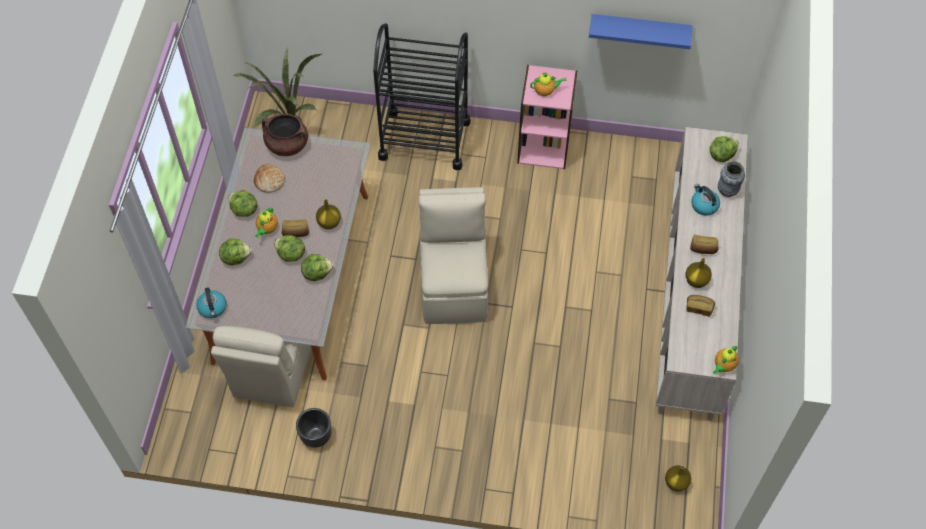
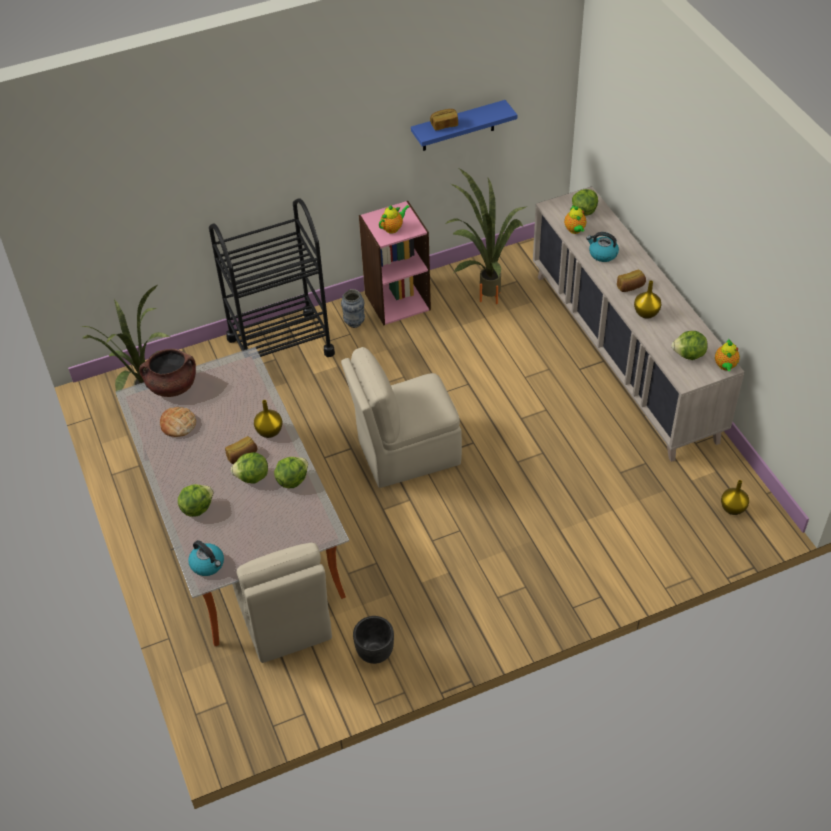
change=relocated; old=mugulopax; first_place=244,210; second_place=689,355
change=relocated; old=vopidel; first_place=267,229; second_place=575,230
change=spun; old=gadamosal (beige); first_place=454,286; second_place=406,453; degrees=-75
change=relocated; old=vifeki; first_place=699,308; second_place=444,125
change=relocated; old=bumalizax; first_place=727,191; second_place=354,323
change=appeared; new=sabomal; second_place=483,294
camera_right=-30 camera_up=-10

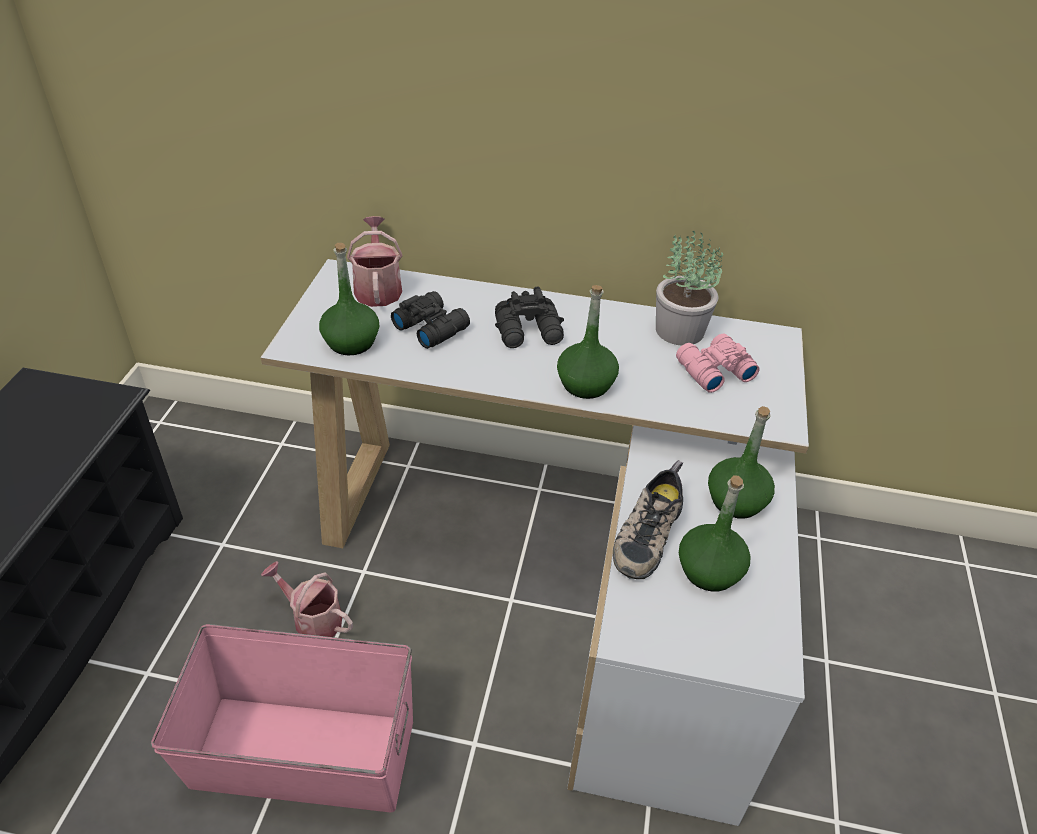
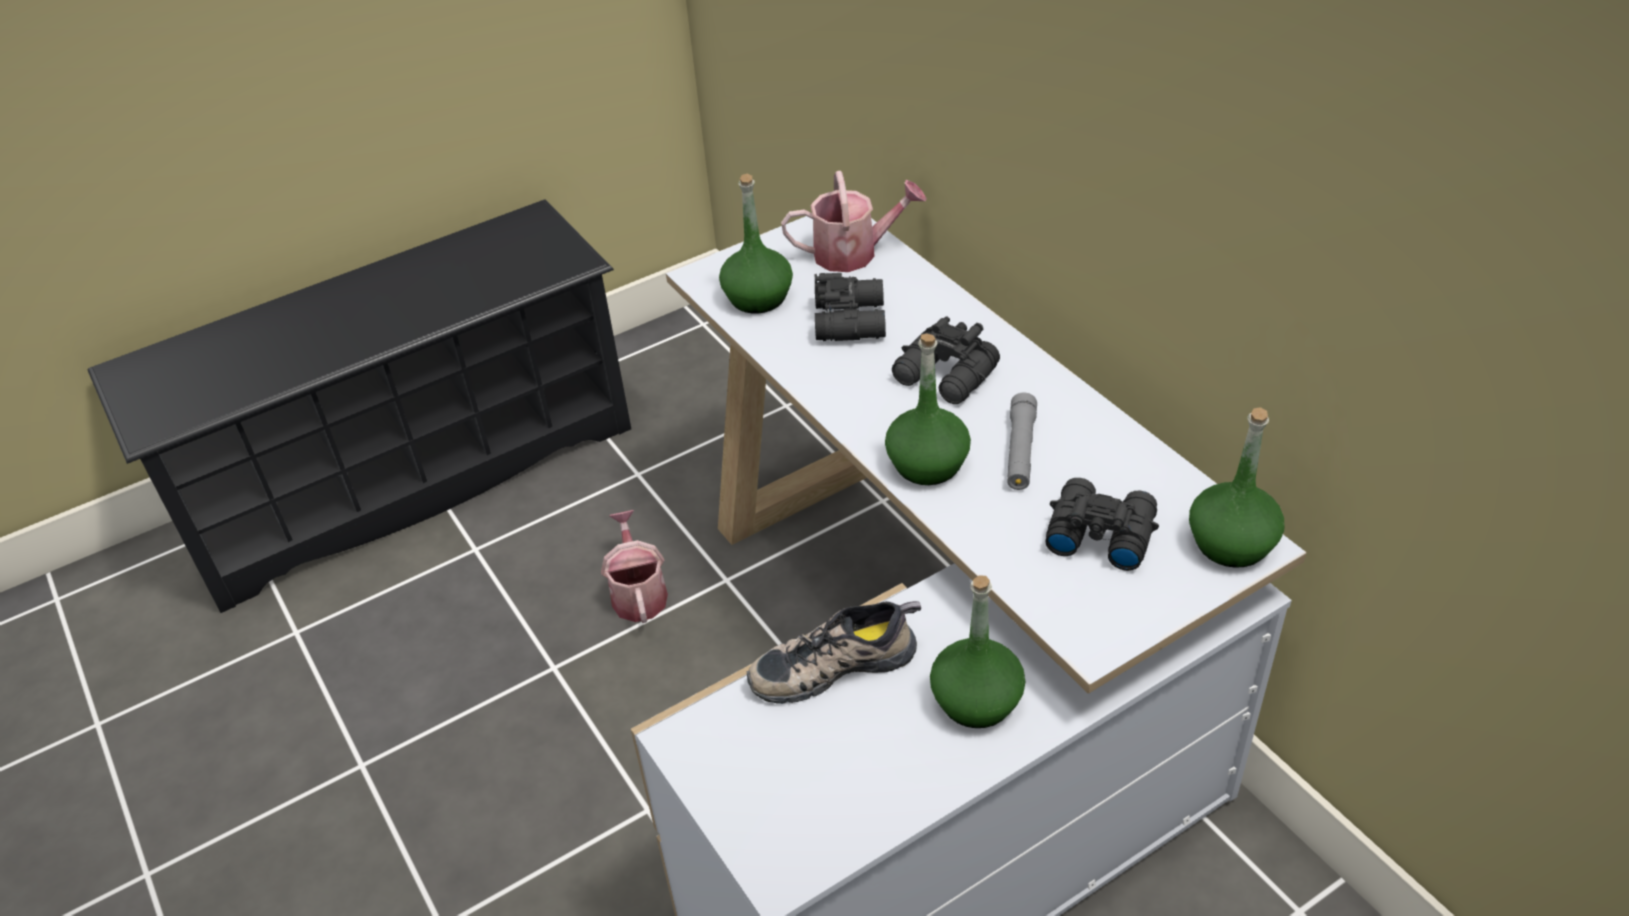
change=missing; old=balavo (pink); first_place=303,751
change=spun; old=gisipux; first_place=378,288; second_place=854,253; degrees=45
change=missing; old=sabomal; first_place=679,331
change=colour; old=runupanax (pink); new=runupanax (black); first_place=712,370; second_place=1098,533
change=relocated; old=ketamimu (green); first_place=709,570; second_place=1231,544
change=appeared; new=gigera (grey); second_place=1020,451
camera_right=50 camera_up=0

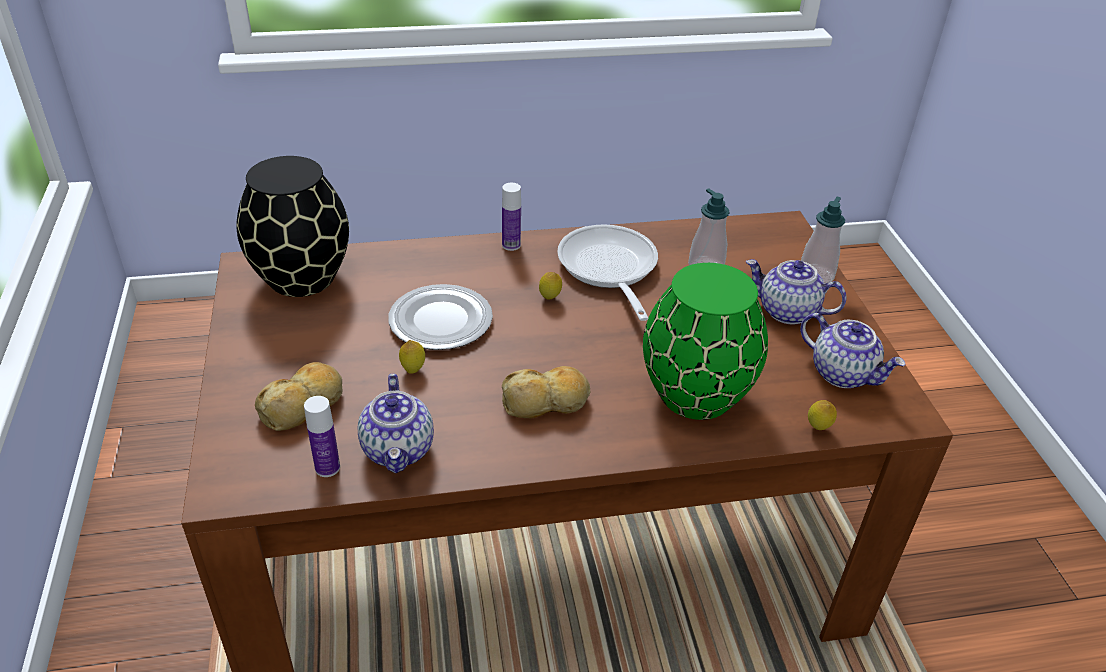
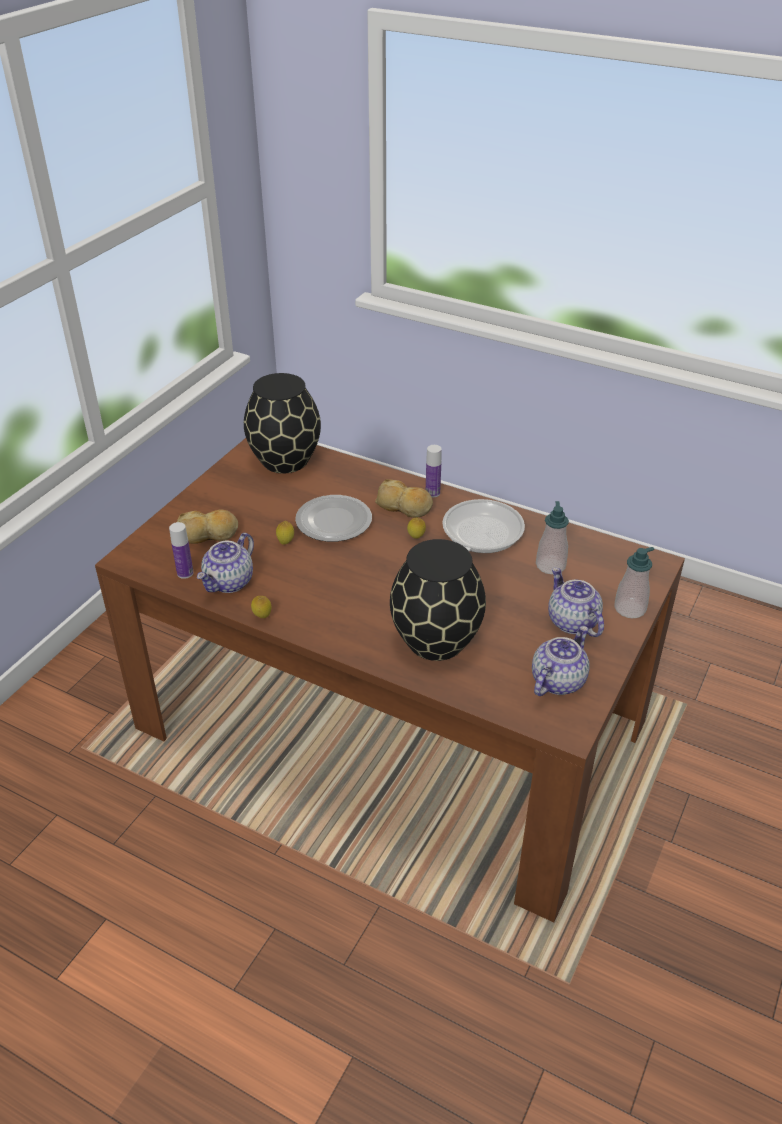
change=relocated; old=vifeki; first_place=546,402; second_place=404,507
change=colour; old=bumalizax (green); new=bumalizax (black); first_place=695,395; second_place=434,640
change=spun; old=vopidel; first_place=843,373; second_place=557,680; degrees=-135
change=relocated; old=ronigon; first_place=818,428; second_place=262,617
camera_right=40 camera_up=0

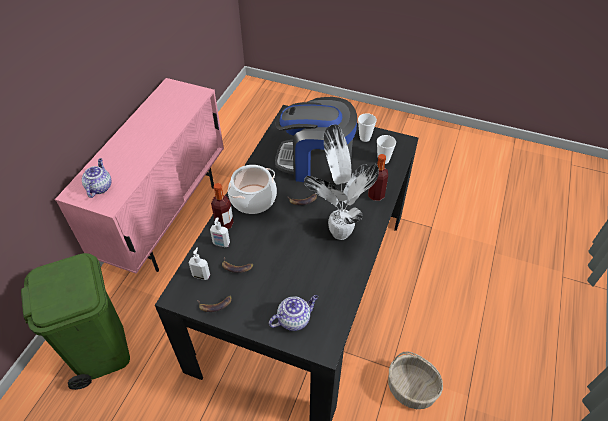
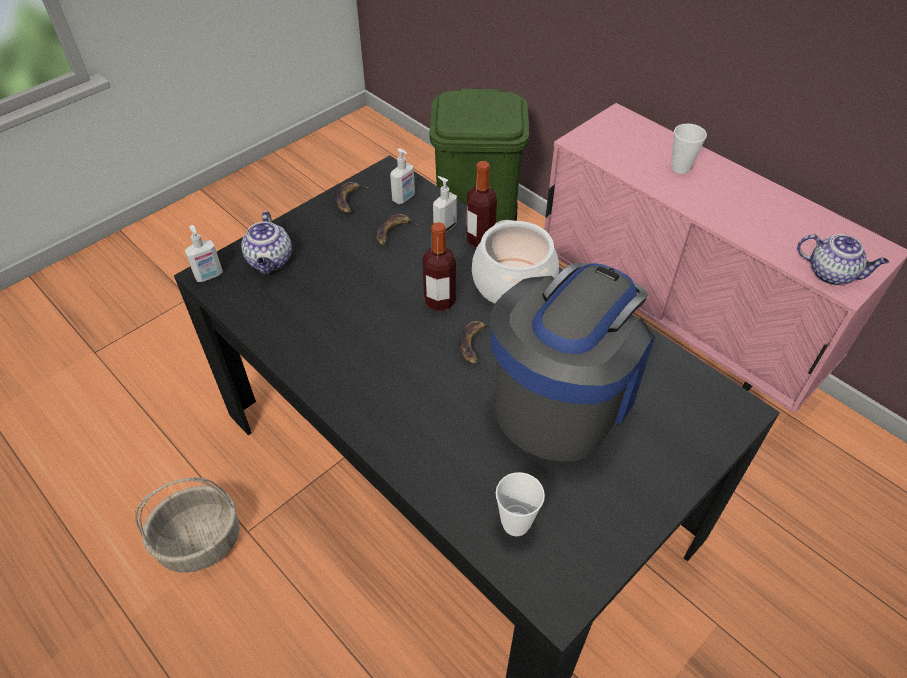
change=relocated; old=vopidel; first_place=99,187; second_place=832,274
change=missing; old=sabomal; first_place=340,231
change=relocated; old=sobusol; first_place=365,138; second_place=680,168
change=relocated; old=ketamimu; first_place=376,195; second_place=439,301
change=appeared; new=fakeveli; second_place=209,276
camera_right=115 camera_up=0

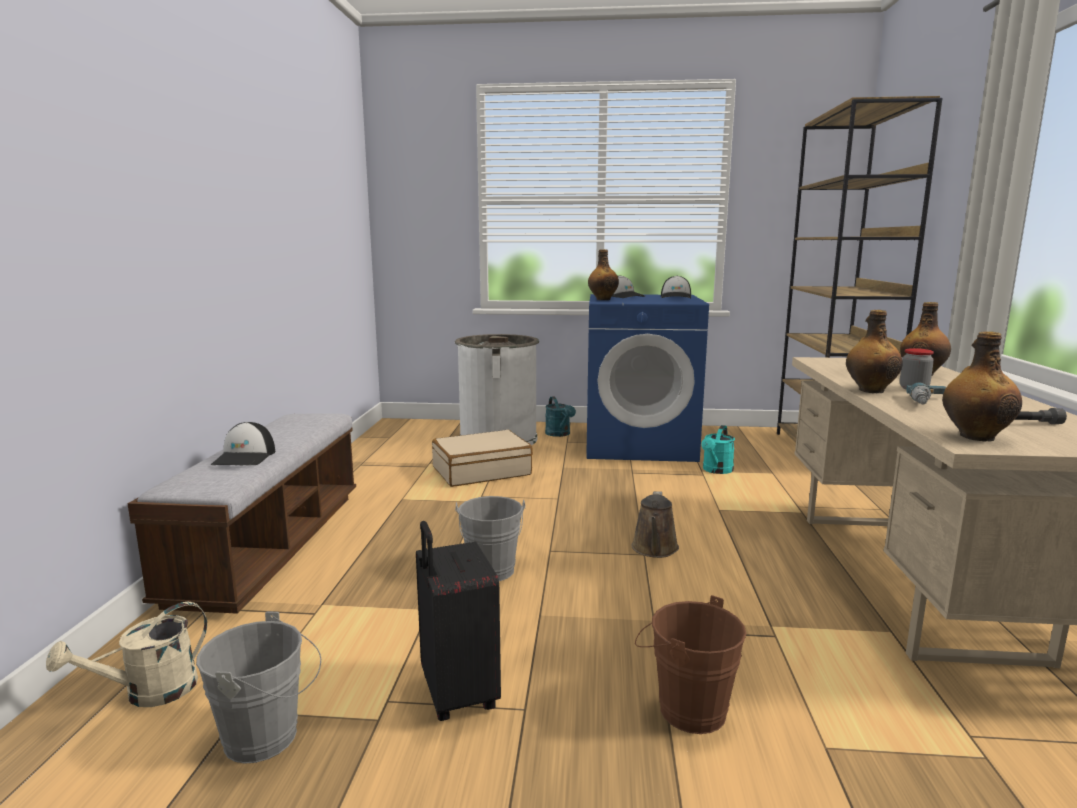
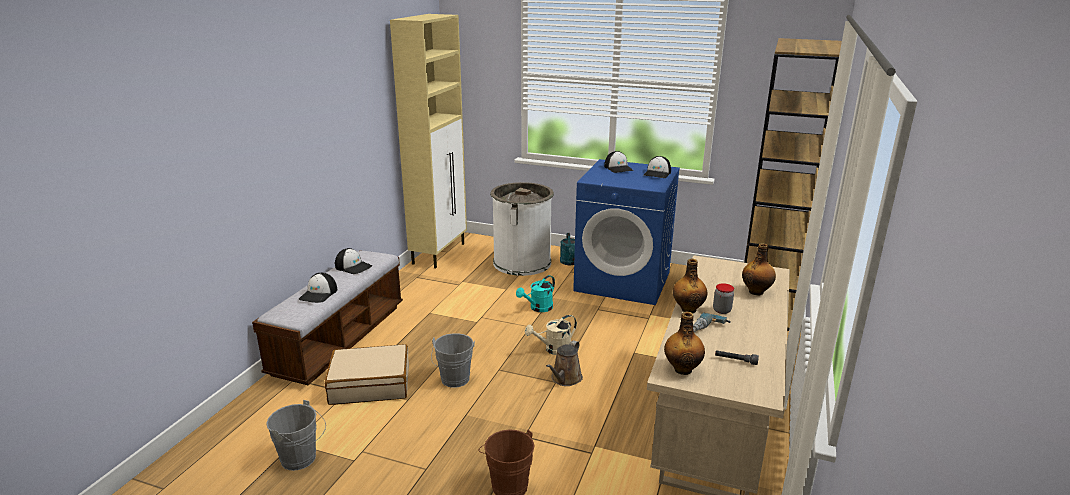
change=relocated; old=gisipux (beige); first_place=149,693; second_place=553,350
change=missing; old=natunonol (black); first_place=456,694
change=relocated; old=natunonol (beige); first_place=481,471; second_place=370,384
change=missing; old=ketamimu; first_place=603,299
change=relocated; old=gisipux (turquoise); first_place=716,470; second_place=538,308
change=appeared; new=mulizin; second_place=353,266
change=appeared; new=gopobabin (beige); second_place=439,253
camera_right=15 camera_up=10

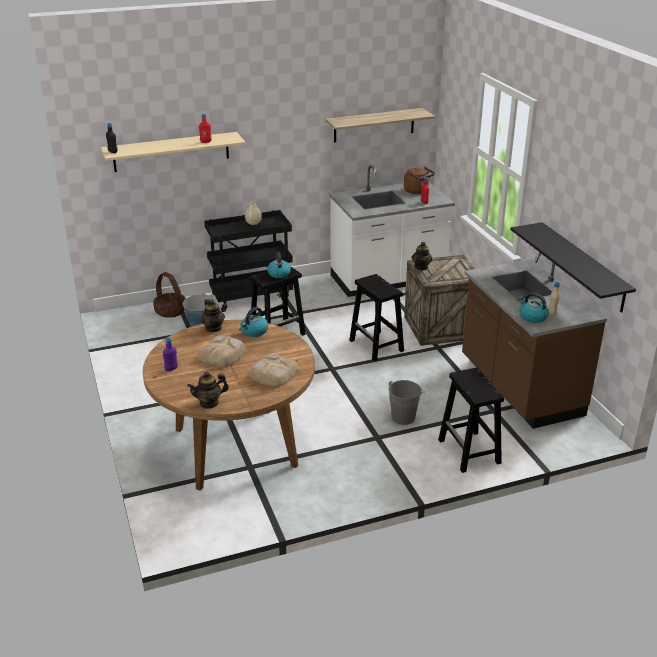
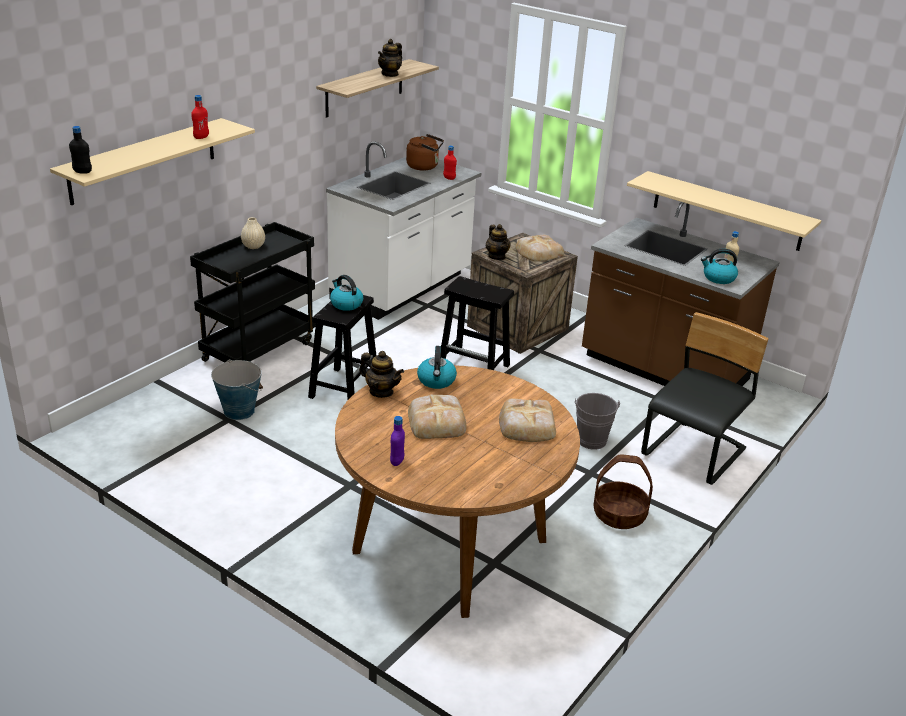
change=relocated; old=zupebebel; first_place=170,311; second_place=619,515
change=relocated; old=vopidel; first_place=209,403; second_place=390,74
change=exchanged; old=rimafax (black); new=gadamosal (black); first_place=470,452; second_place=694,454
change=colour; old=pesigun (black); new=pesigun (beige); first_place=583,267; second_place=727,211
change=appeared; new=vifeki; second_place=538,252
camera_right=-35 camera_up=0

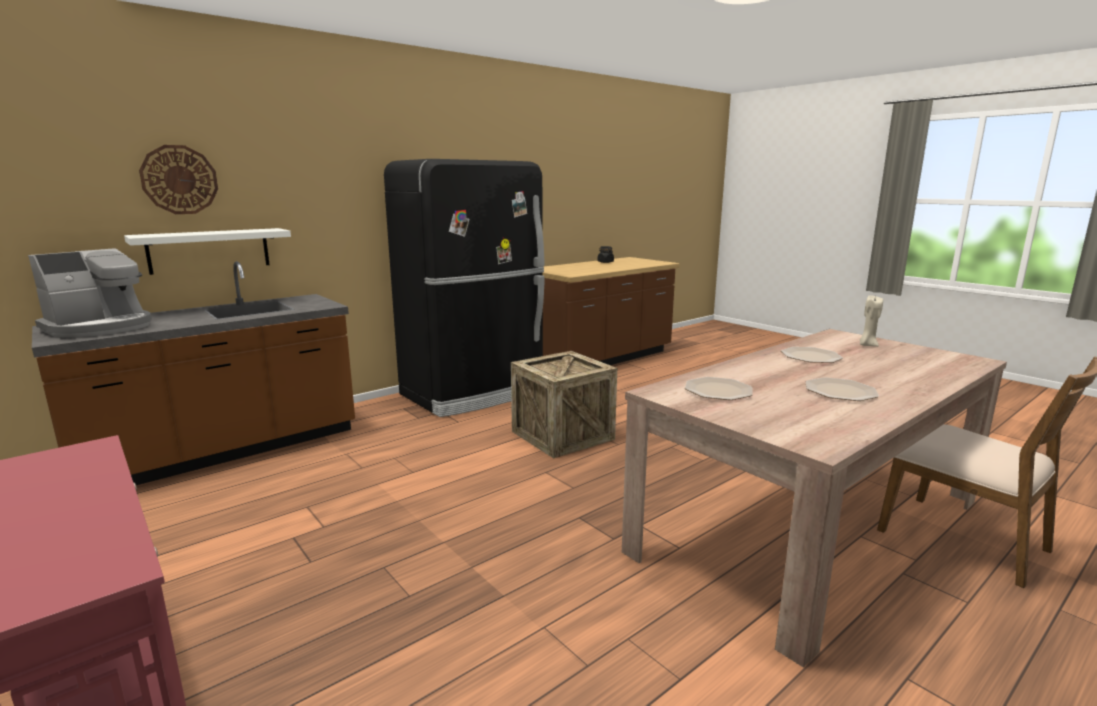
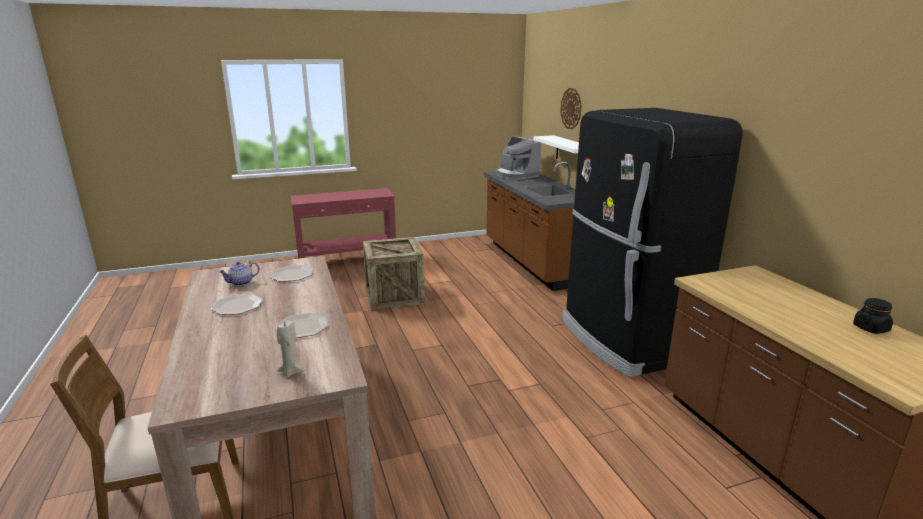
change=relocated; old=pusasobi; first_place=562,435; second_place=394,296
change=appeared; new=vopidel; second_place=241,283
camera_right=110 camera_up=5

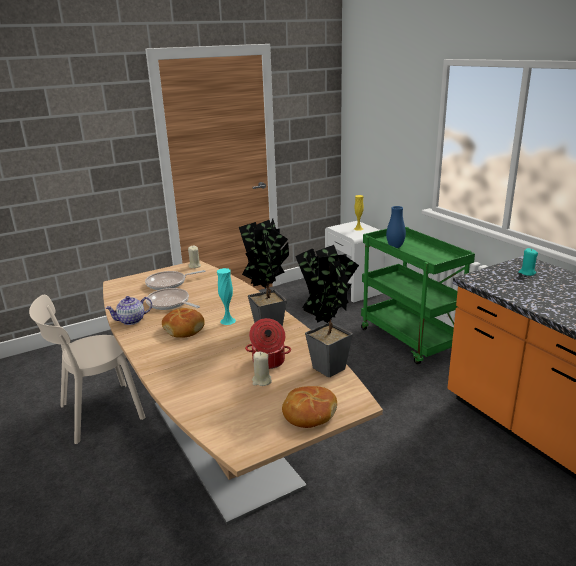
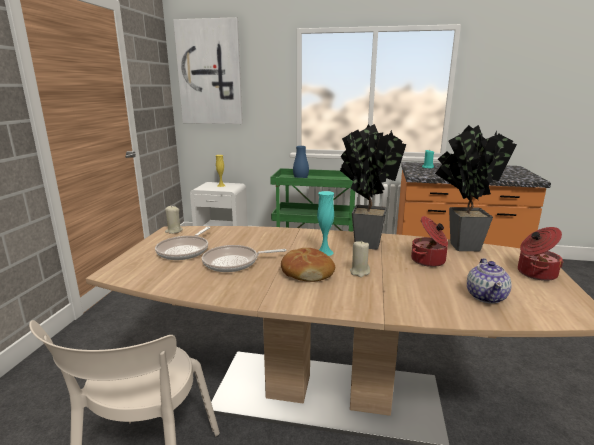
change=relocated; old=vopidel; first_place=132,320; second_place=486,296
change=relocated; old=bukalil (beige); first_place=261,381; second_place=359,272
change=exchanged; old=vifeki; new=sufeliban; first_place=309,414; second_place=535,273
change=appeared; new=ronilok; second_place=210,73
camera_right=-50 camera_up=-5

